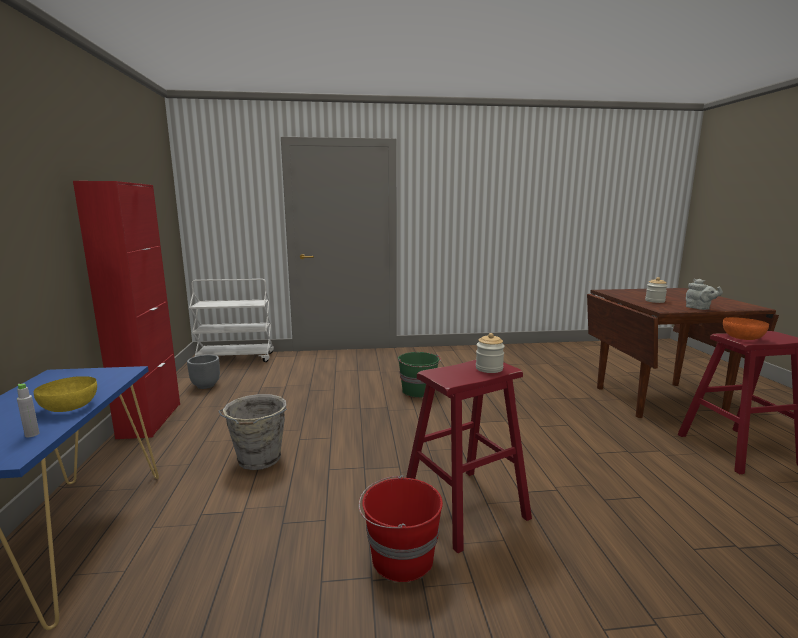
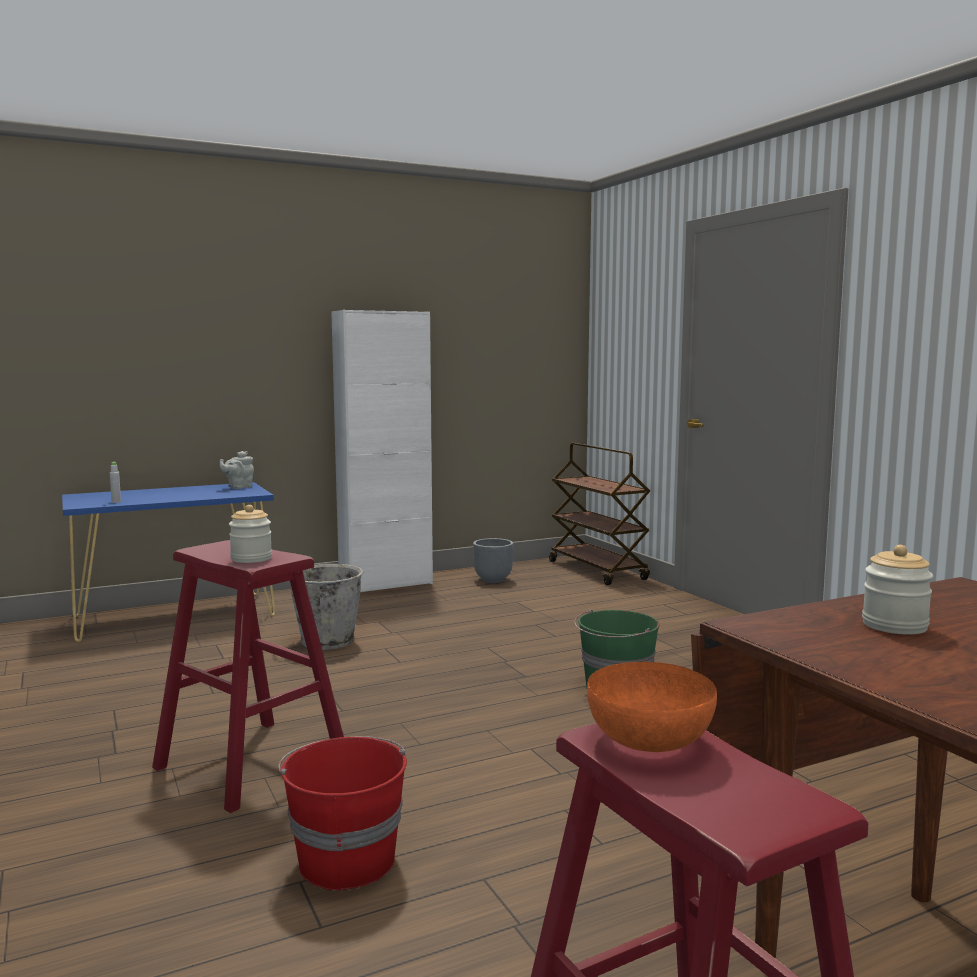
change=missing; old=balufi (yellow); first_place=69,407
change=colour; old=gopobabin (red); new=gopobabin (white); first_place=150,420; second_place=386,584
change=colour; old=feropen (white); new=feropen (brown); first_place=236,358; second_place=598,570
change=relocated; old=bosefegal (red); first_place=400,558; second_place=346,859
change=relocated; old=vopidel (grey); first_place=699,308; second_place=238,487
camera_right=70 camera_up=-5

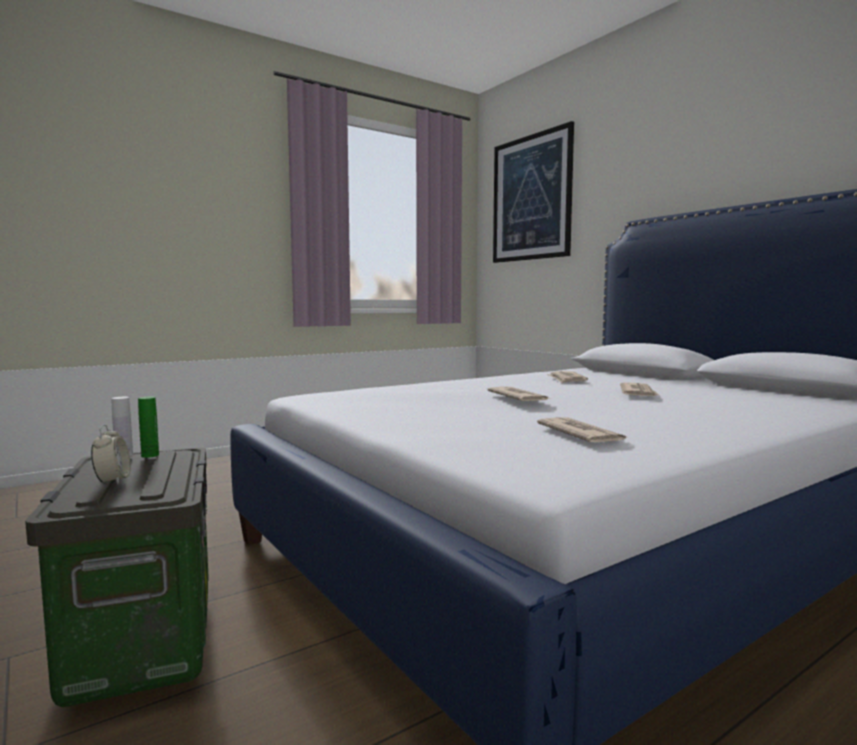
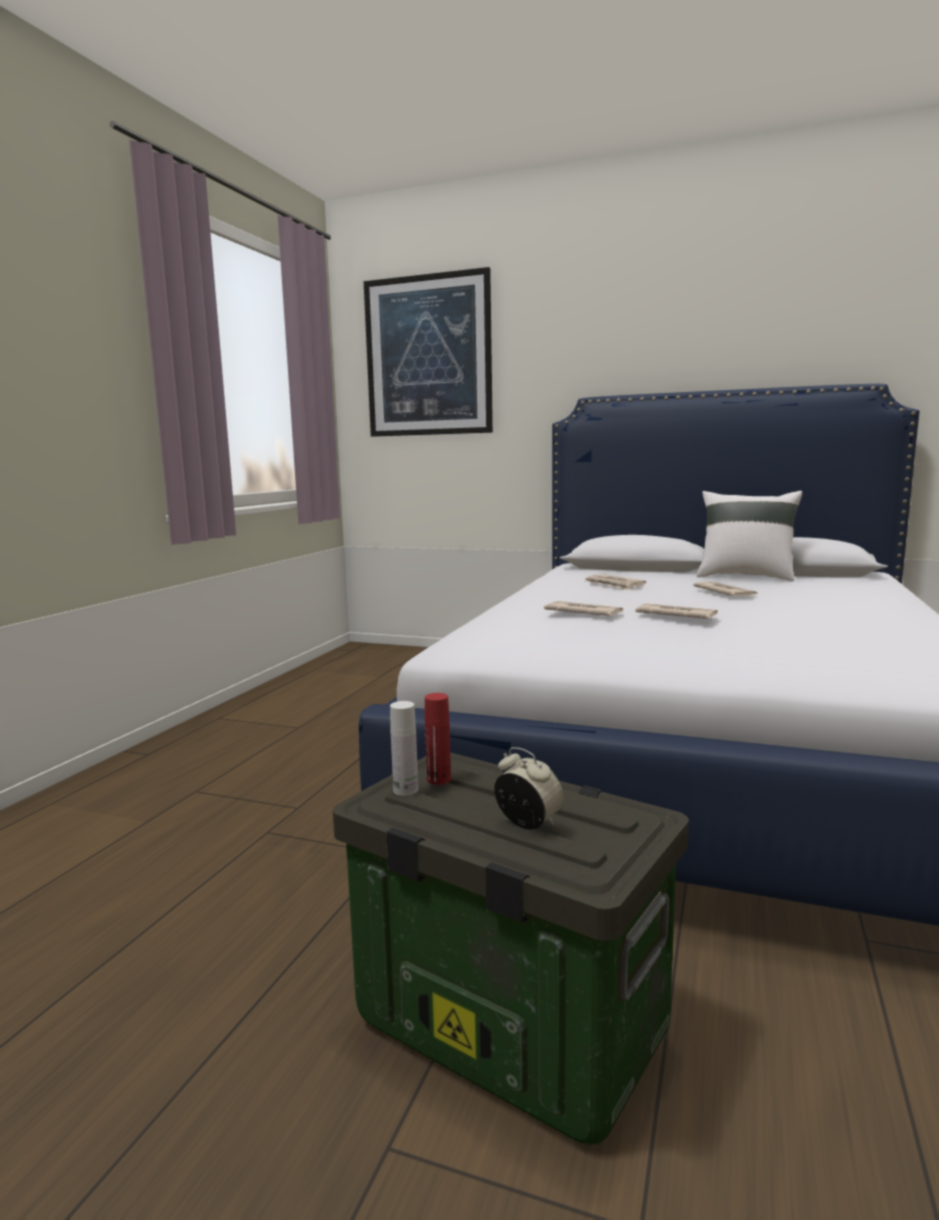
change=colour; old=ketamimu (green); new=ketamimu (red); first_place=150,455; second_place=439,779
change=relocated; old=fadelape; first_place=580,434; second_place=583,613
change=appeared; new=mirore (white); second_place=745,576
camera_right=-35 camera_up=5

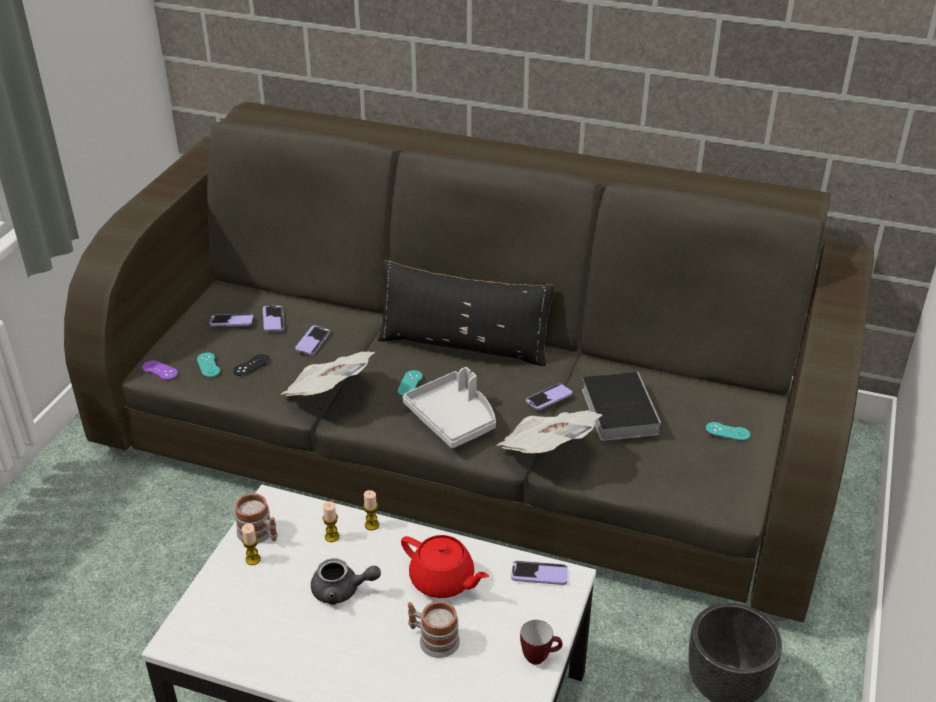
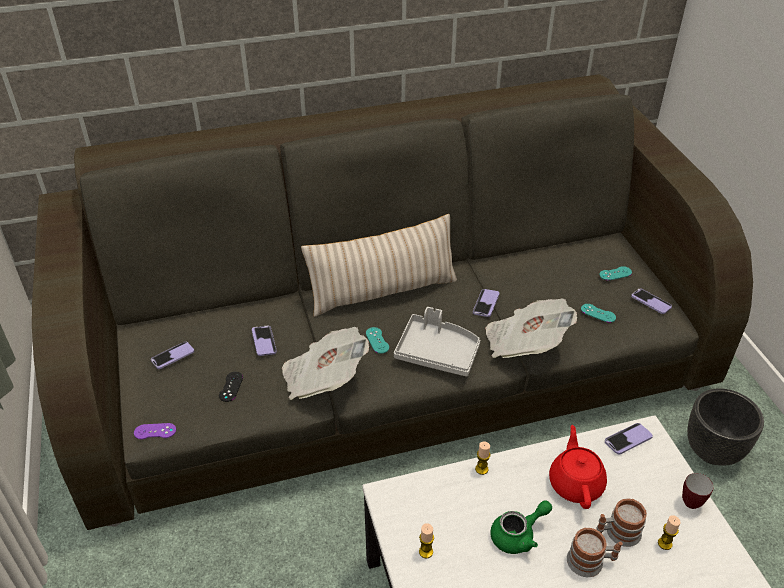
change=relocated; old=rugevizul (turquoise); first_place=208,365; second_place=598,313
change=relocated; old=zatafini; first_place=259,534; second_place=591,561
change=relocated; old=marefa; first_place=273,319; second_place=651,302
change=colour; old=vopidel (grey); new=vopidel (green); first_place=342,591; second_place=518,535
change=relocated; old=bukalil; first_place=332,536; second_place=665,543
change=colour; old=mirore (black); new=mirore (beige); first_place=463,346; second_place=383,291
change=spun; old=vopidel (red); first_place=443,581; second_place=575,483; degrees=-90
change=missing; old=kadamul; first_place=618,409
camera_right=-35 camera_up=5

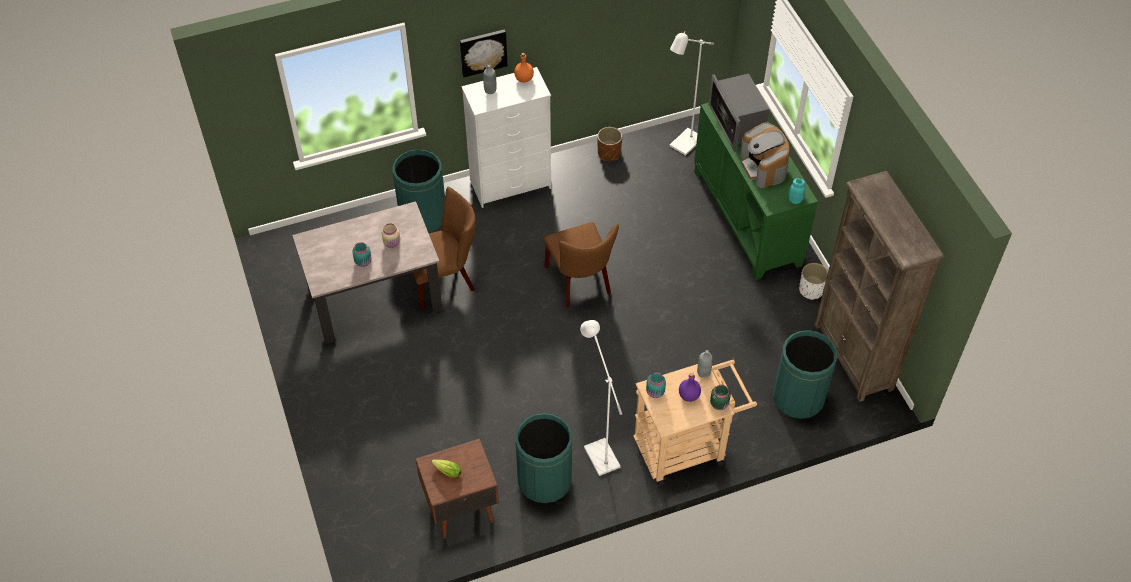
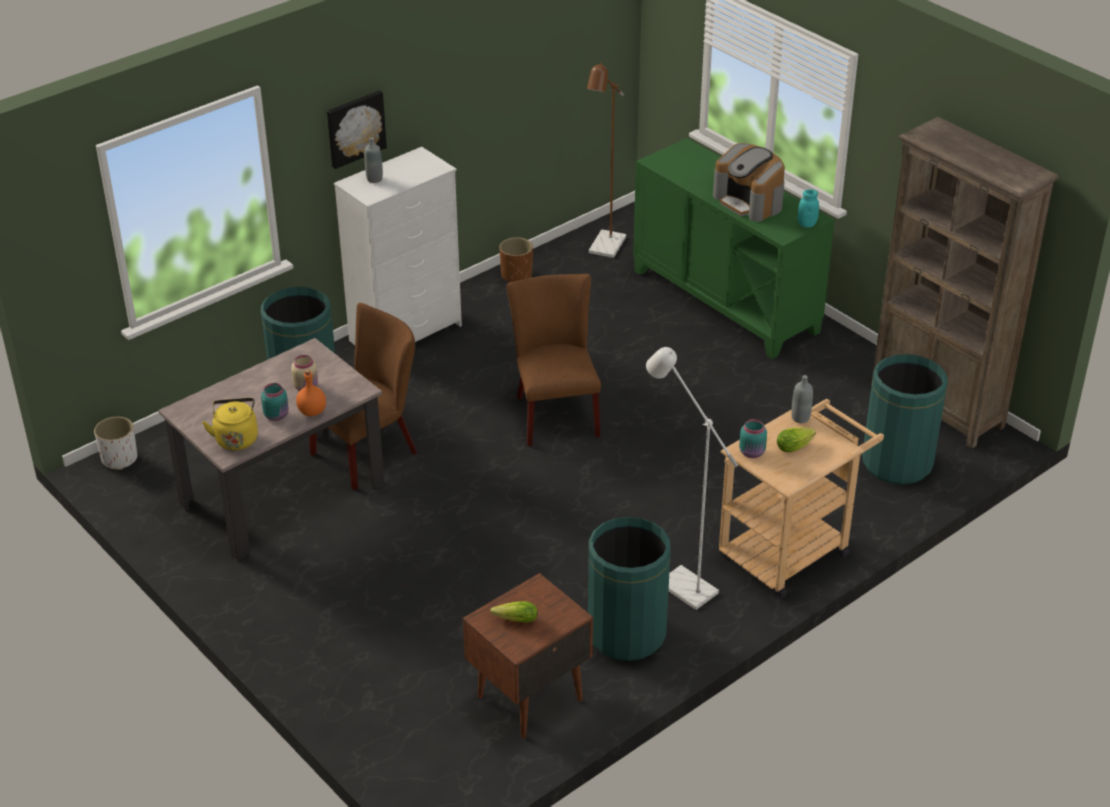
change=relocated; old=ketamimu (orange); first_place=523,78; second_place=311,412
change=spun; old=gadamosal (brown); first_place=580,283; second_place=554,412; degrees=-150
change=colour; old=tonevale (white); new=tonevale (brown); first_place=682,146; second_place=605,249
change=exchanged; old=ketamimu (purple); new=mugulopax; first_place=688,395; second_place=796,446
change=missing; old=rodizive; first_place=737,124
change=missing; old=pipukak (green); first_place=719,404
change=relocated; old=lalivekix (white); first_place=811,290; second_place=119,459
change=appeared; new=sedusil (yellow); second_place=236,438
camera_right=-20 camera_up=-15

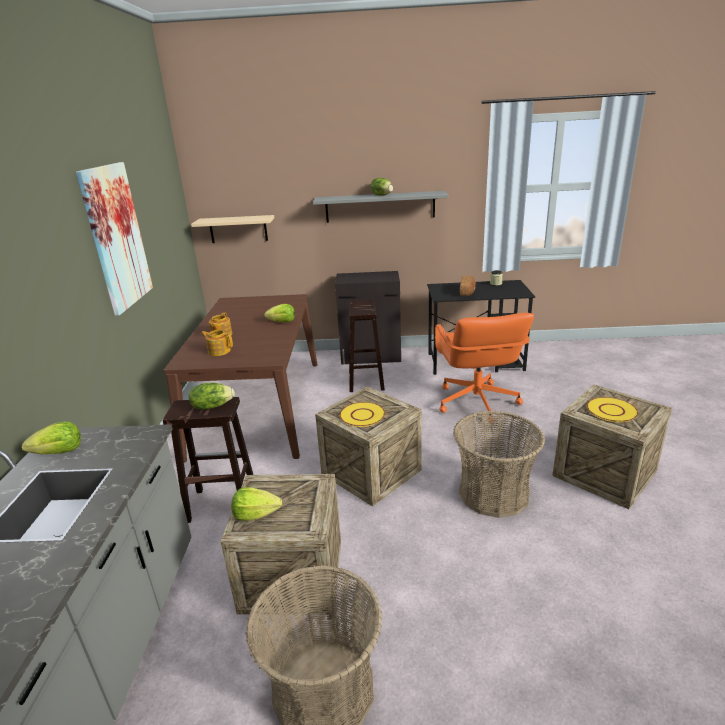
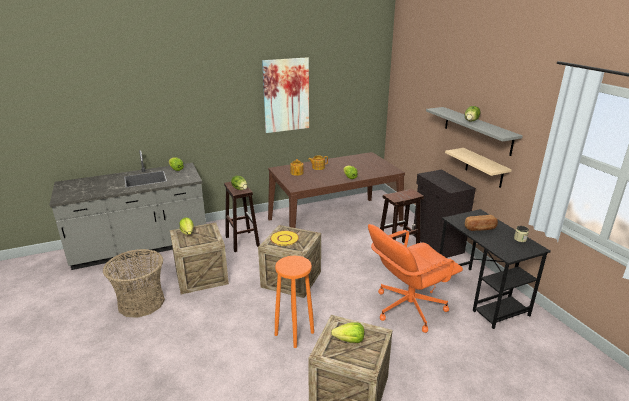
change=relocated; old=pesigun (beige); first_place=238,229; second_place=484,168
change=exchanged; old=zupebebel; new=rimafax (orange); first_place=493,493; second_place=294,333
change=exchanged; old=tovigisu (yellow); new=mugulopax; first_place=611,410; second_place=349,340
camera_right=65 camera_up=0

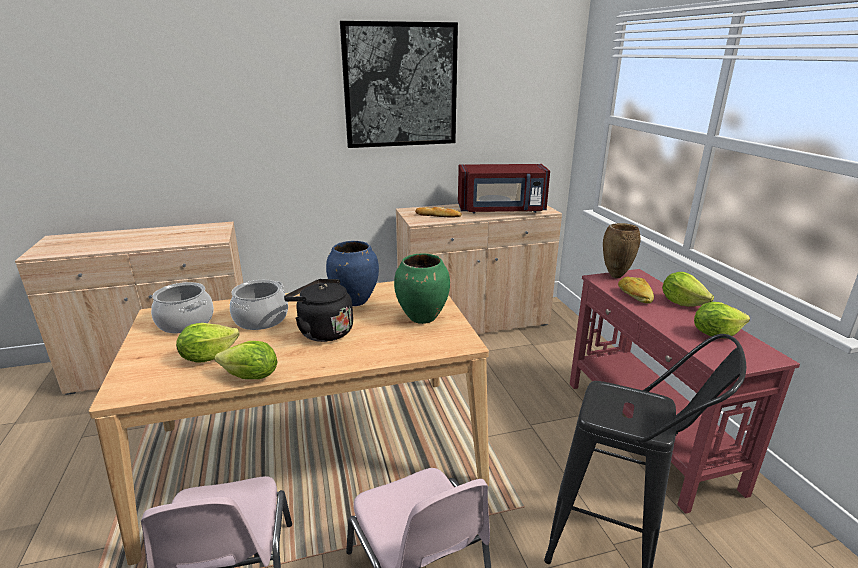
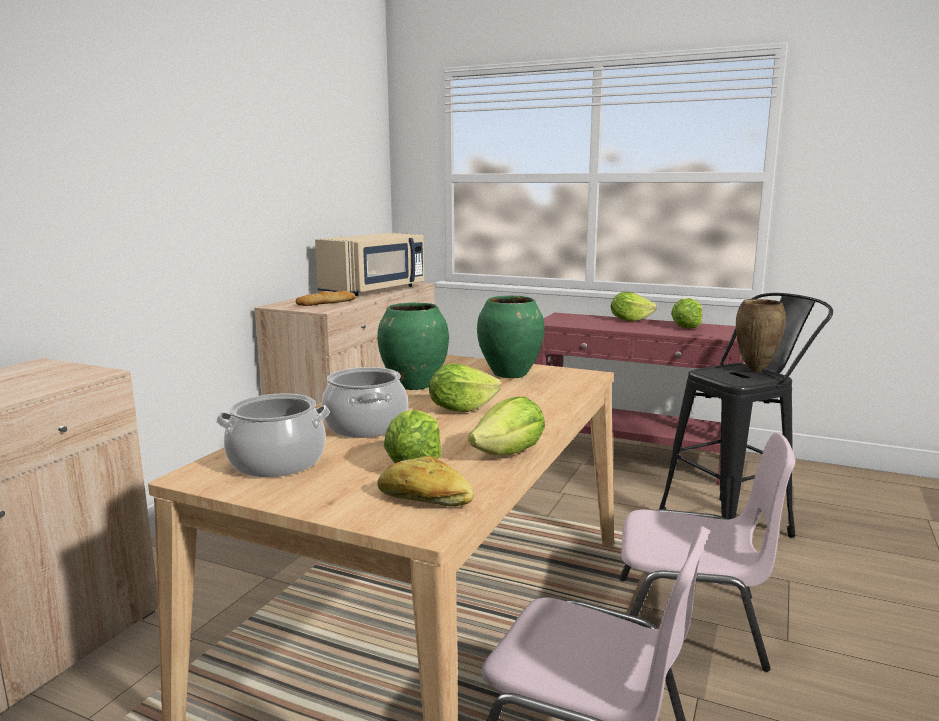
change=exchanged; old=sedusil (black); new=mugulopax; first_place=323,331; second_place=461,409
change=colour; old=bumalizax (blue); new=bumalizax (green); first_place=354,301; second_place=414,385
change=missing; old=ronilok; first_place=400,86
change=colour; old=rodizive (red); new=rodizive (beige); first_place=501,210; second_place=375,290
change=relocated; old=bumalizax (brown); first_place=615,276; second_place=754,370
change=relocated; old=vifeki; first_place=634,296; second_place=424,500
camera_right=-50 camera_up=-10

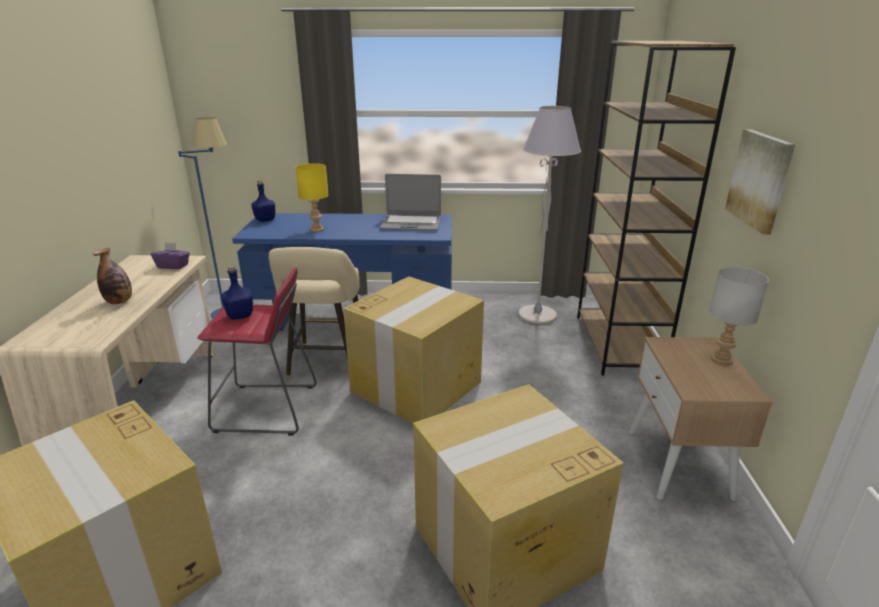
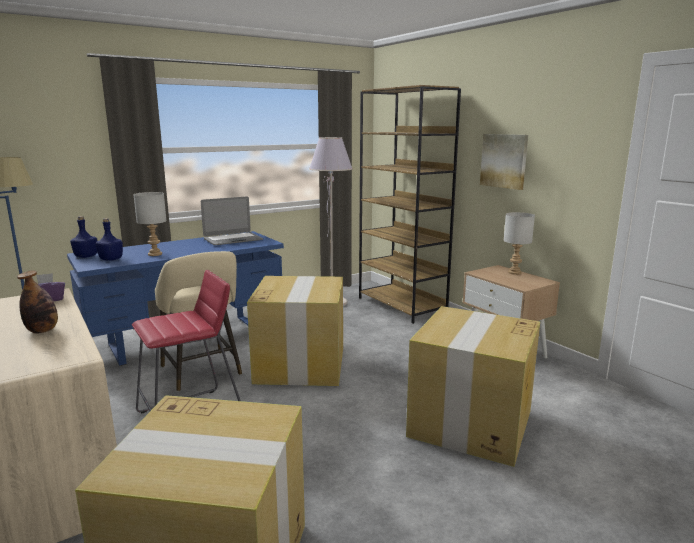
change=relocated; old=ketamimu (blue); first_place=240,315; second_place=110,259
change=colour; old=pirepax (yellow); new=pirepax (grey); first_place=317,229; second_place=155,254
camera_right=-35 camera_up=-10

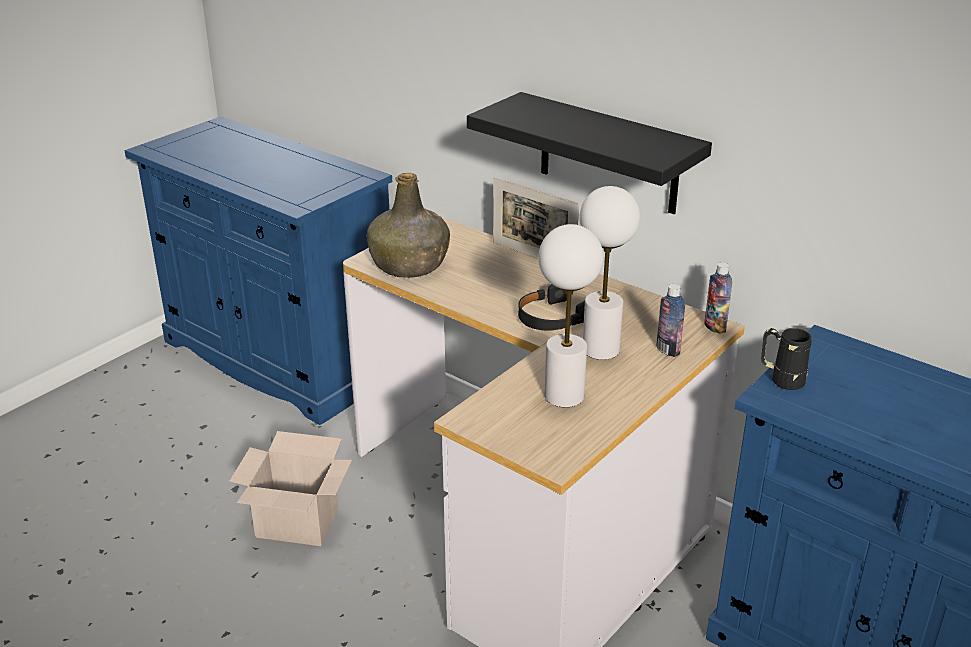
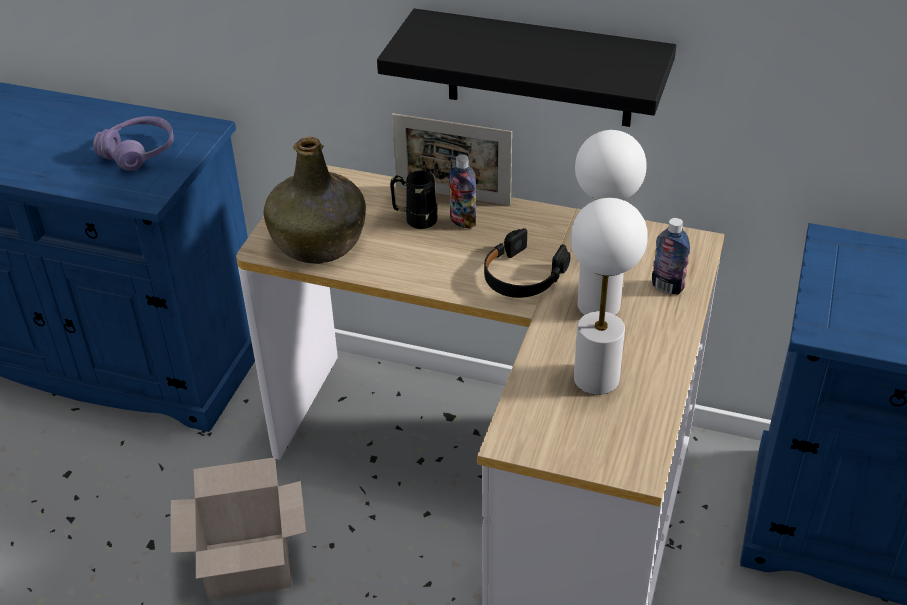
change=relocated; old=ketamimu; first_place=715,327; second_place=463,221
change=relocated; old=zatafini (black); first_place=781,379; second_place=415,220
change=appeared; new=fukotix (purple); second_place=139,152
camera_right=-20 camera_up=10

